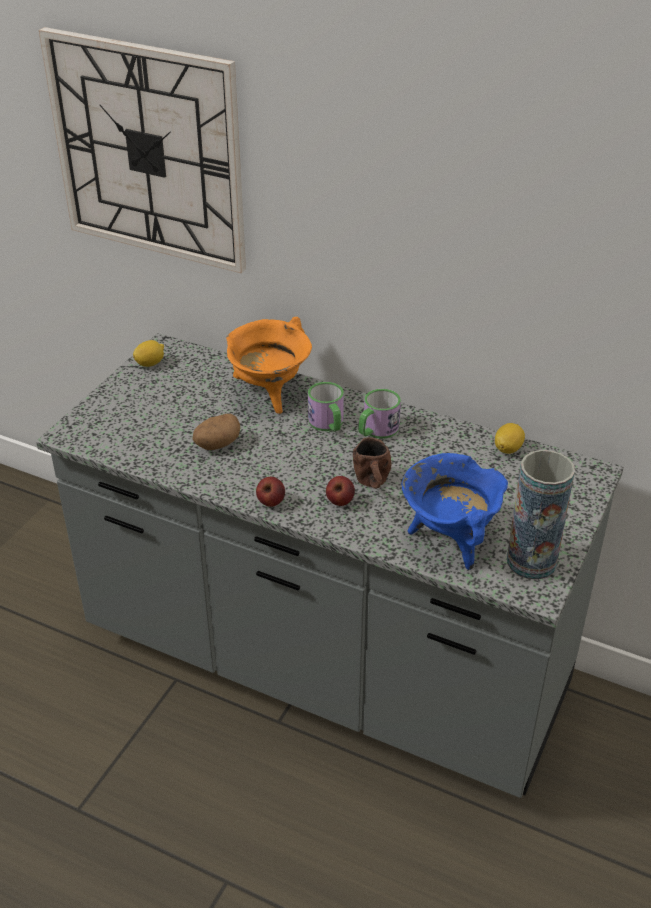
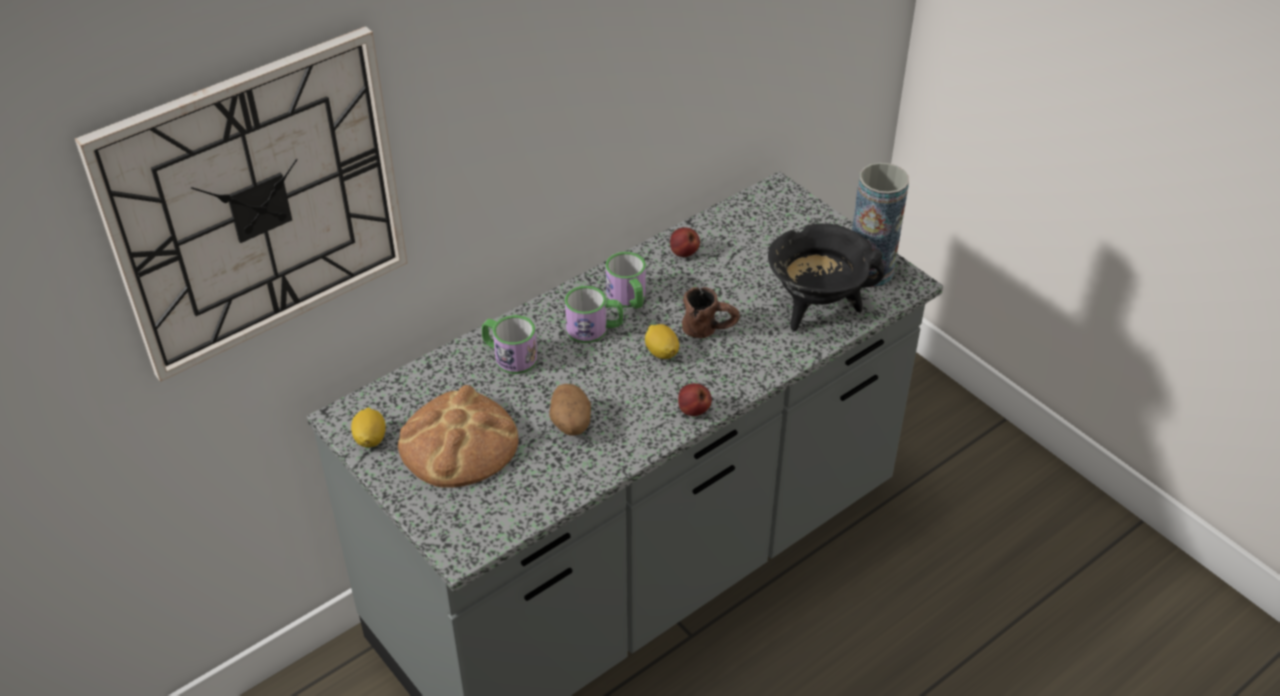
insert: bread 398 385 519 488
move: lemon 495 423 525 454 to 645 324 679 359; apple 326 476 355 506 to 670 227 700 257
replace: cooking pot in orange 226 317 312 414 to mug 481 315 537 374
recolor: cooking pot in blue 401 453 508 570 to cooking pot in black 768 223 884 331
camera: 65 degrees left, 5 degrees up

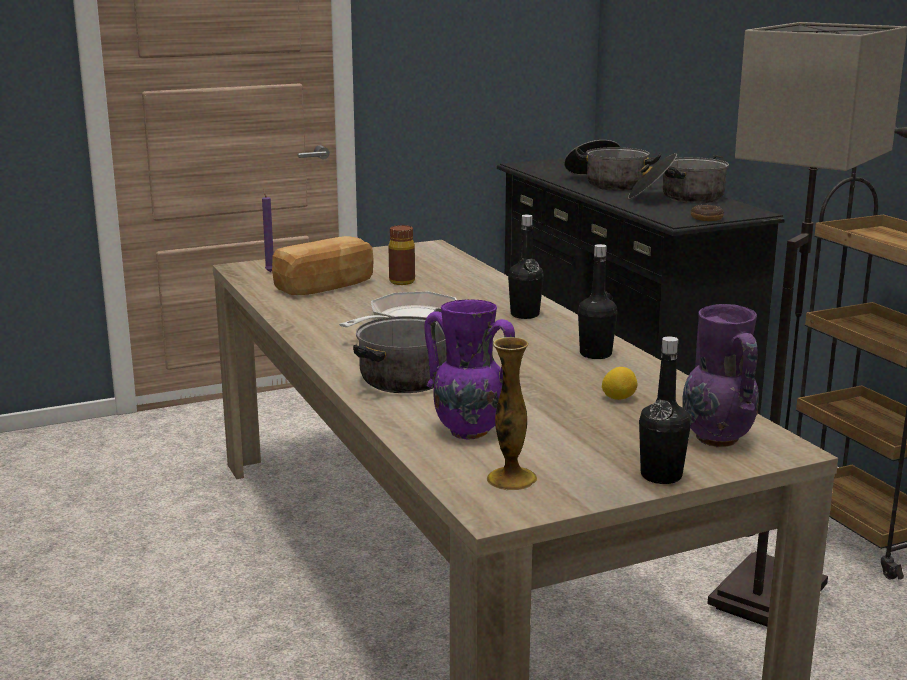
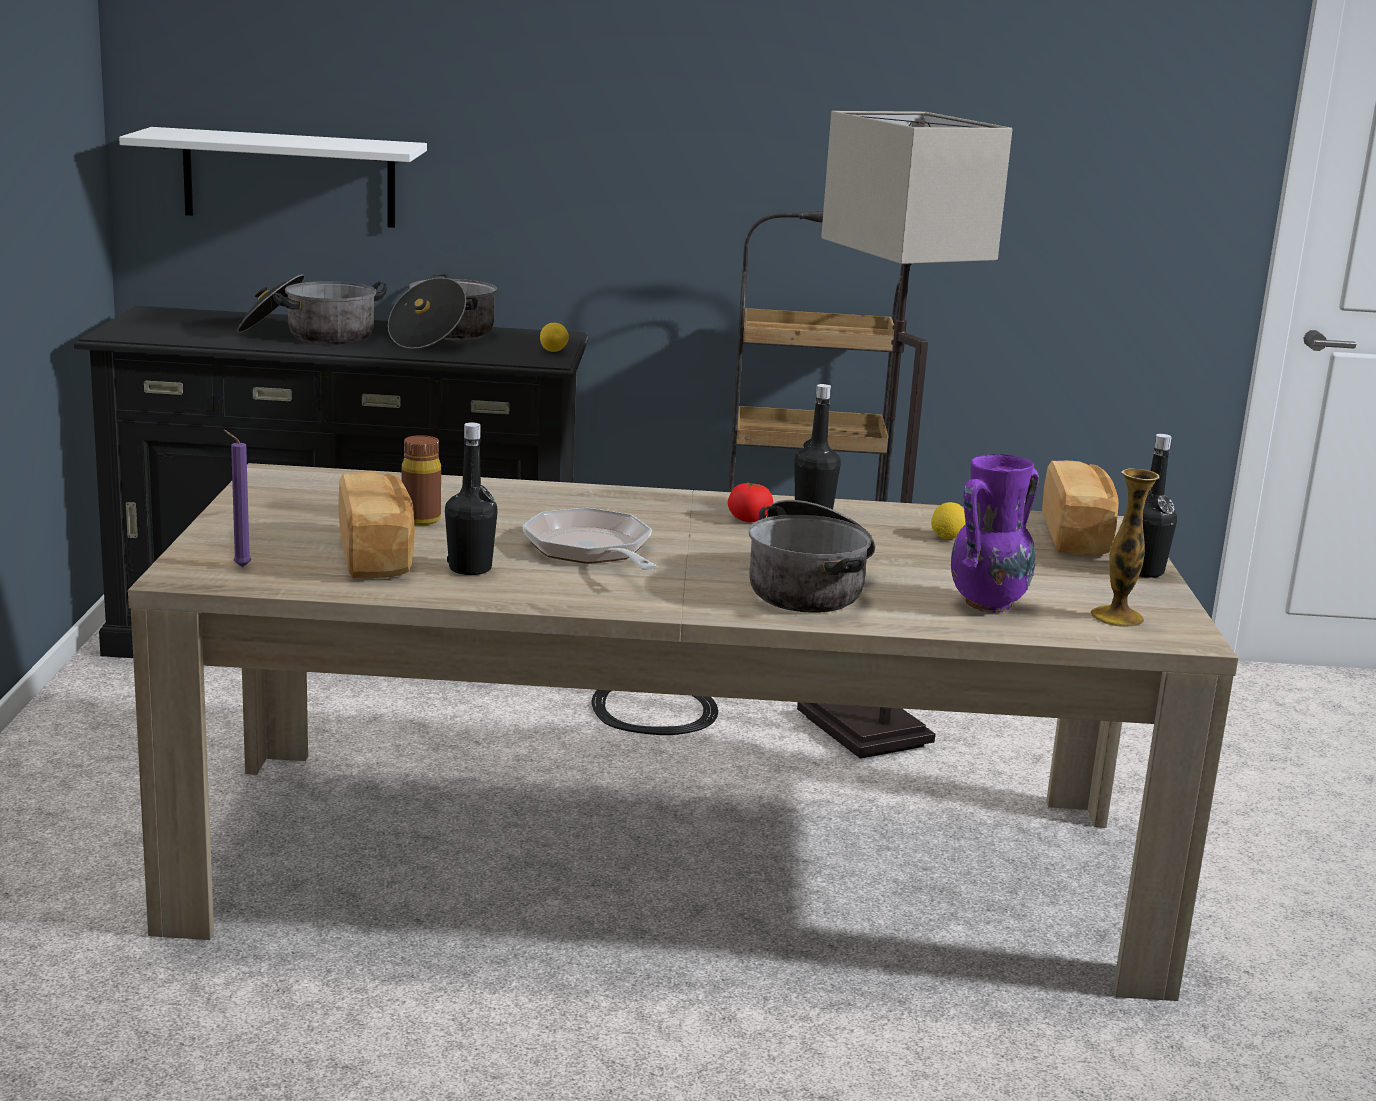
insert: shelf in white 119 127 427 228; tomato 728 482 773 522
move: bottle in black 508 215 544 319 to 445 422 498 575
replace: donut 691 205 724 221 to lemon 540 323 569 352; vase in purple 682 304 759 447 to bread 1042 461 1119 555
camera: 65 degrees left, 0 degrees up

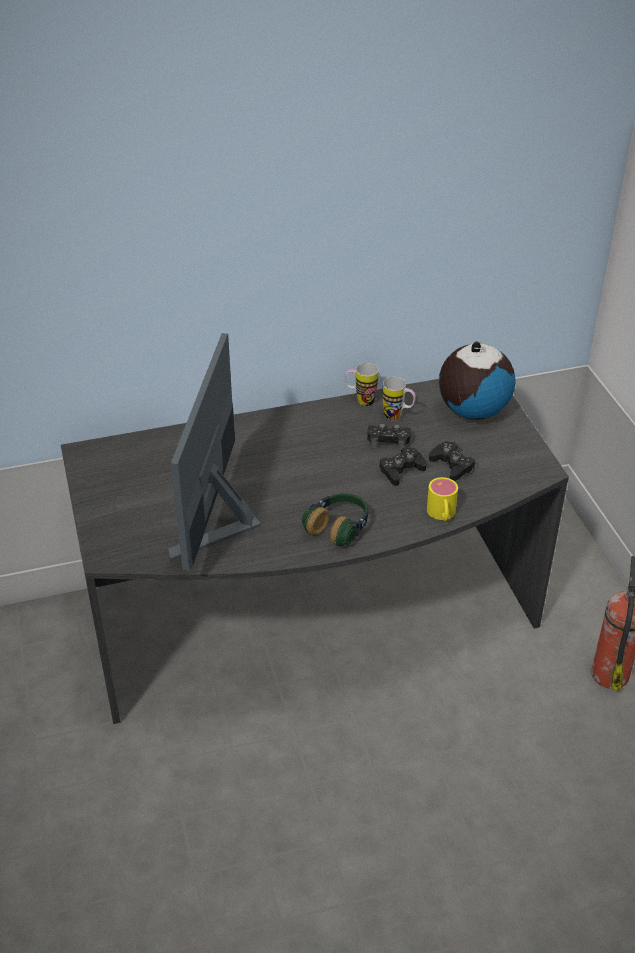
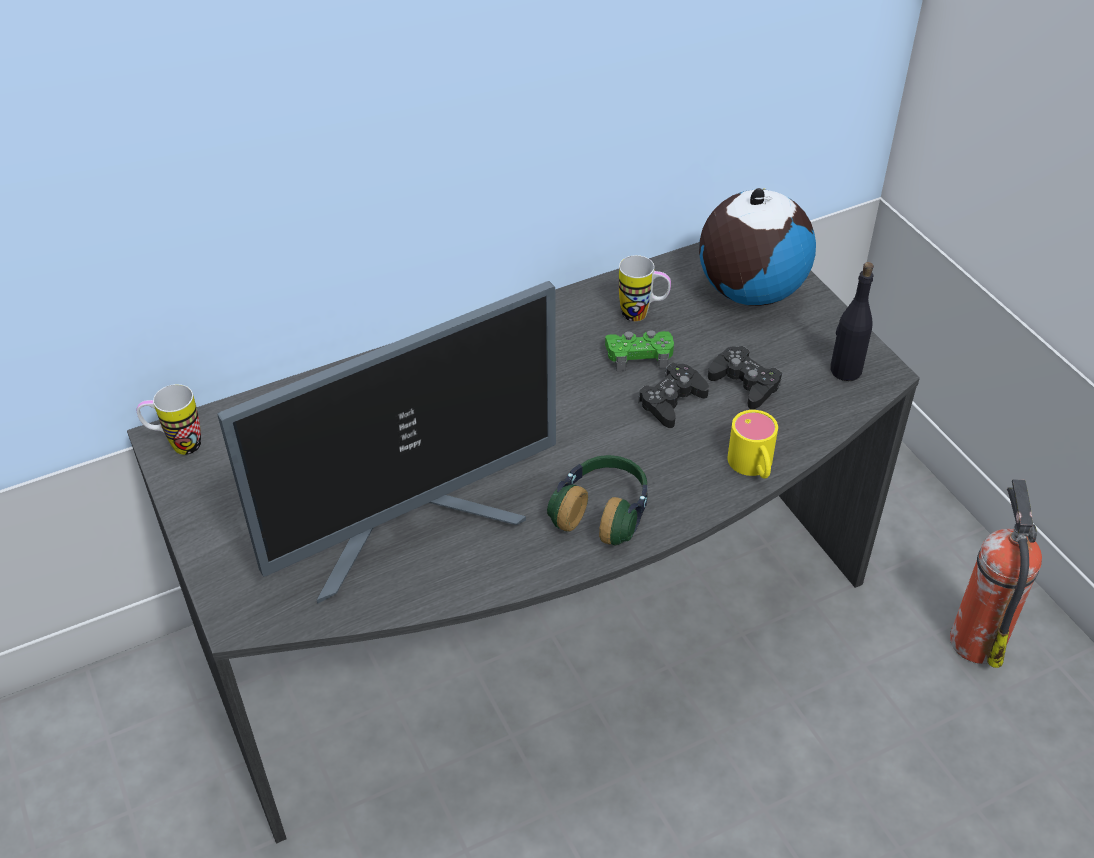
insert: bottle in black 830 262 874 381
move: mug 344 363 379 406 to 137 384 201 455
recolor: game controller in black 367 424 411 450 to game controller in green 605 330 674 371
rotate: monitor 168 333 261 571 = 217 281 556 604 120 degrees counterclockwise
camera: 10 degrees left, 5 degrees up

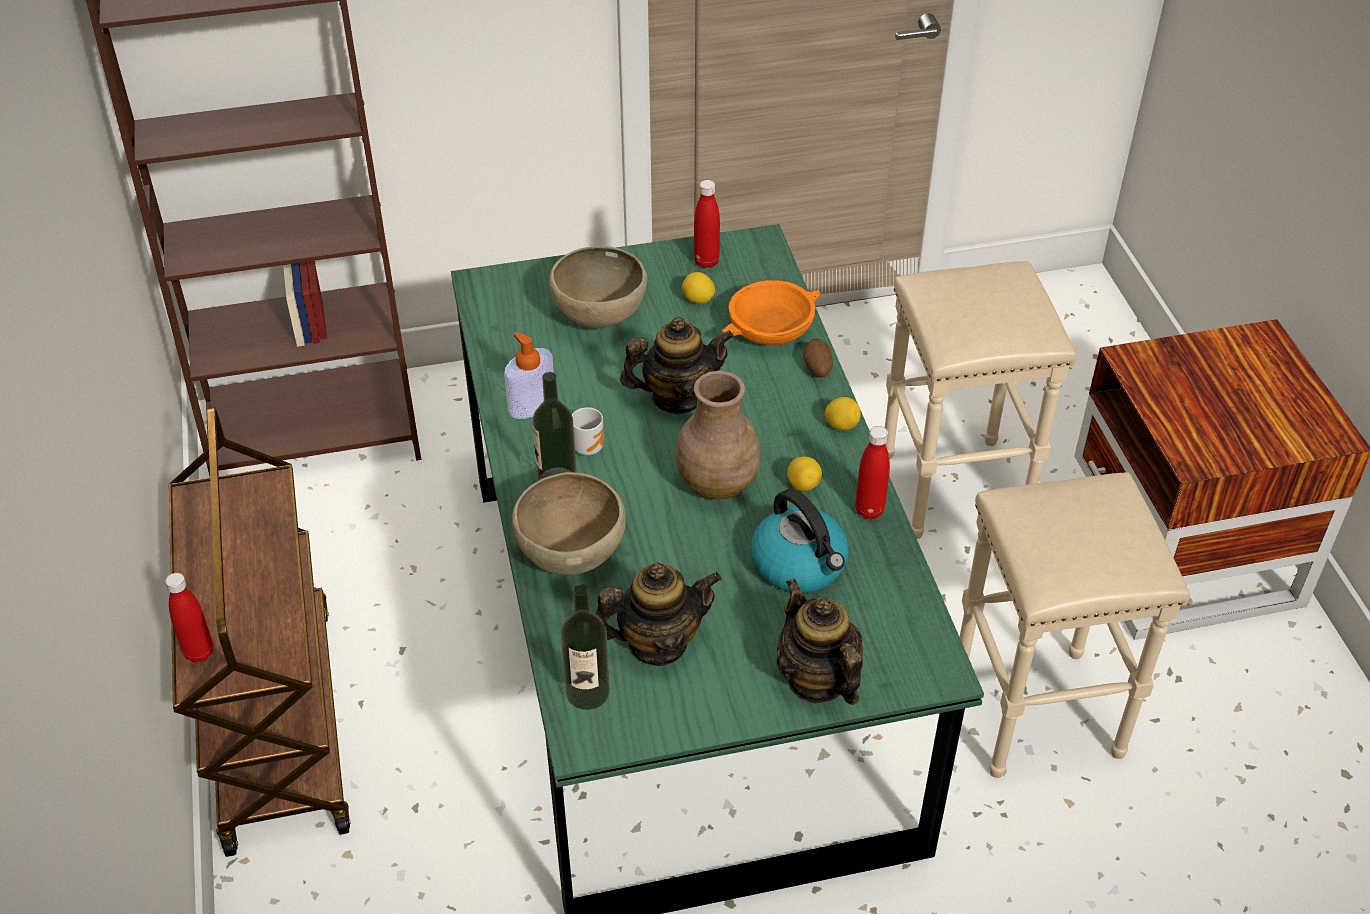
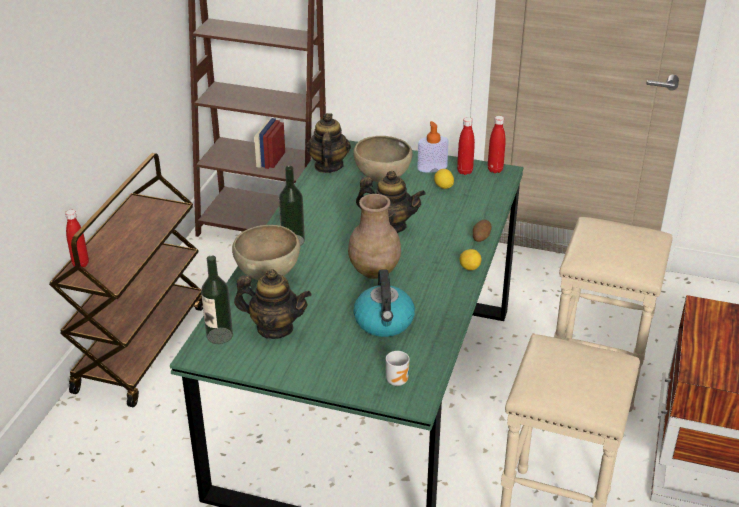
delete: bowl in orange 721 280 821 345; lemon 787 457 822 491
move: teapot 777 579 863 705 to 306 113 351 173; mug 572 407 604 456 to 386 351 409 386; soap dispenser 504 332 554 419 to 417 121 449 173; bottle in red 855 426 890 519 to 488 116 506 173
camera: 30 degrees right, 10 degrees down

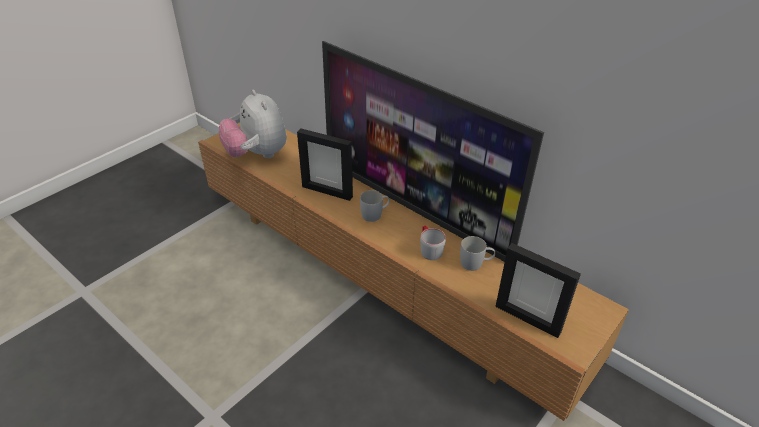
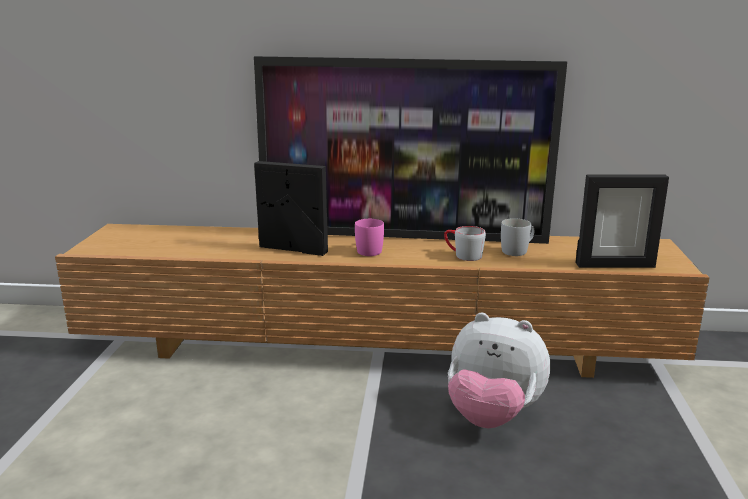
move: plush toy 219 90 287 159 to 448 313 550 428
recolor: mug in white 360 190 390 222 to mug in pink 355 219 384 256
rotate: picture frame 297 128 353 201 = 254 161 328 256 150 degrees counterclockwise
camera: 35 degrees left, 20 degrees down

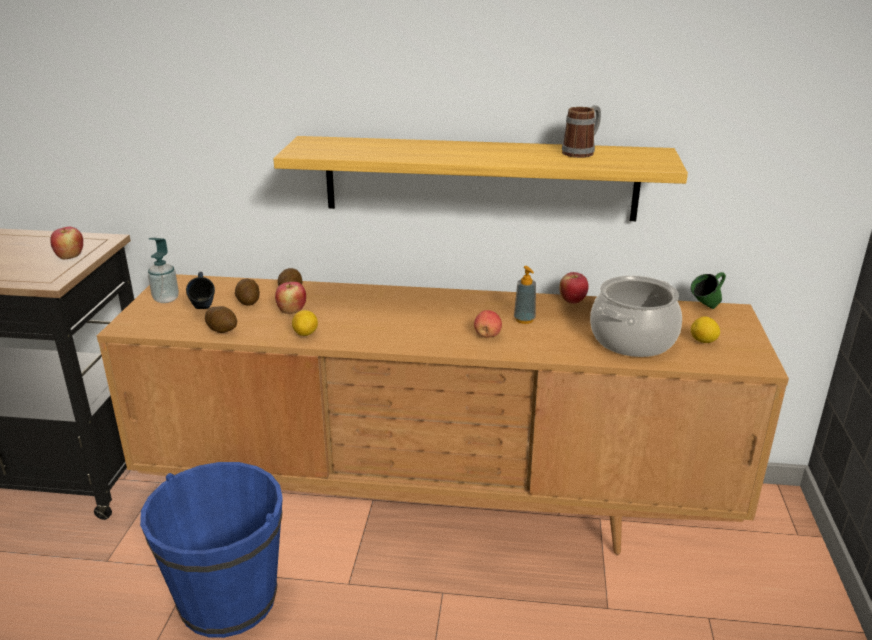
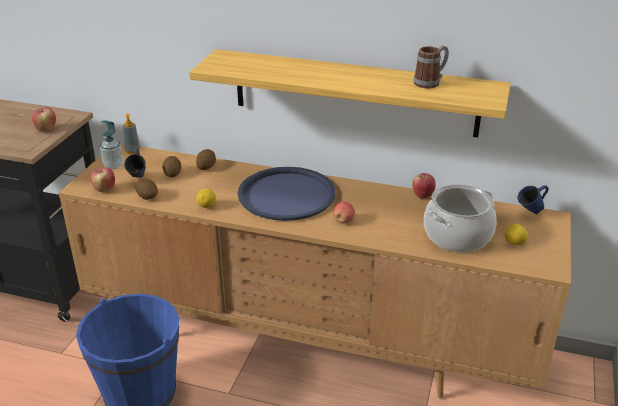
insert: tray in blue 238 167 335 221
move: apple 275 282 306 314 to 90 167 115 192; soap dispenser 514 266 536 324 to 122 114 140 154
recolor: mug in green 691 272 726 309 to mug in blue 517 185 549 214
camera: 10 degrees right, 5 degrees up

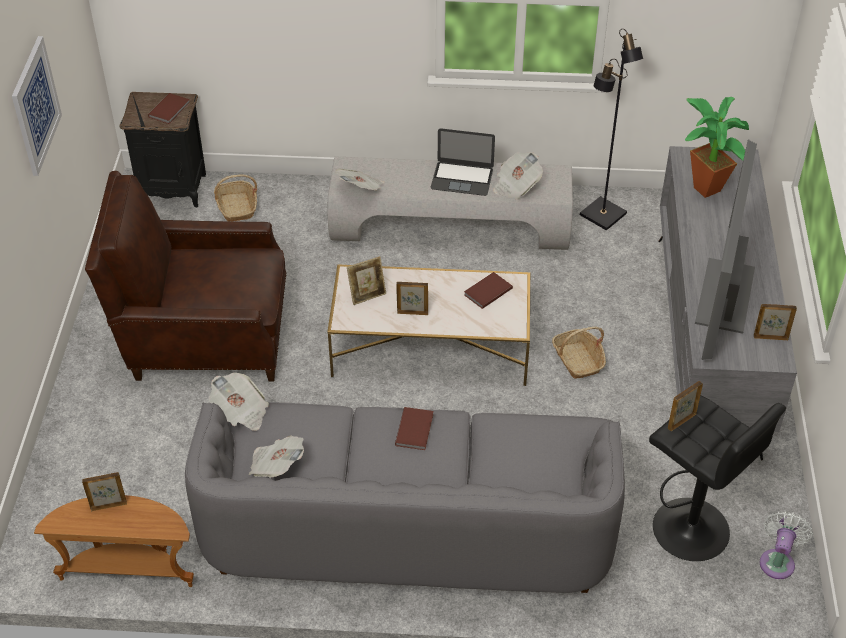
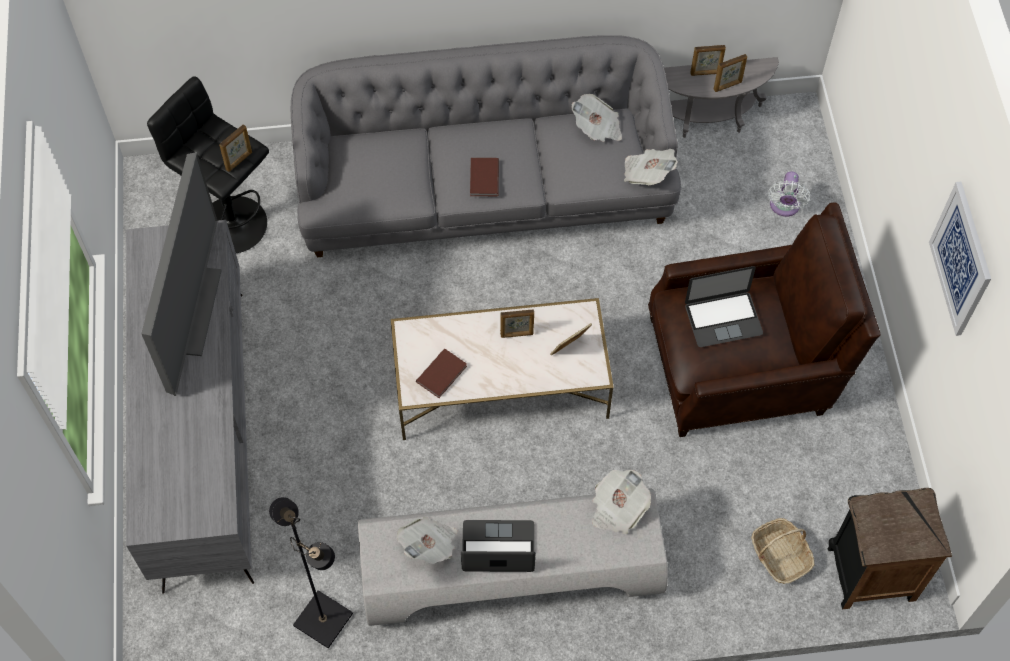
delete: book in brown 148 93 190 124; basket 552 327 606 379; potted plant 685 97 749 198
insert: laptop 685 266 763 347
move: picture frame 754 304 797 340 to 690 45 726 76; fan in white 760 511 813 579 to 768 172 810 217
recolor: side table in brown 34 495 194 587 to side table in grey 664 57 779 138
camera: 170 degrees right, 15 degrees up

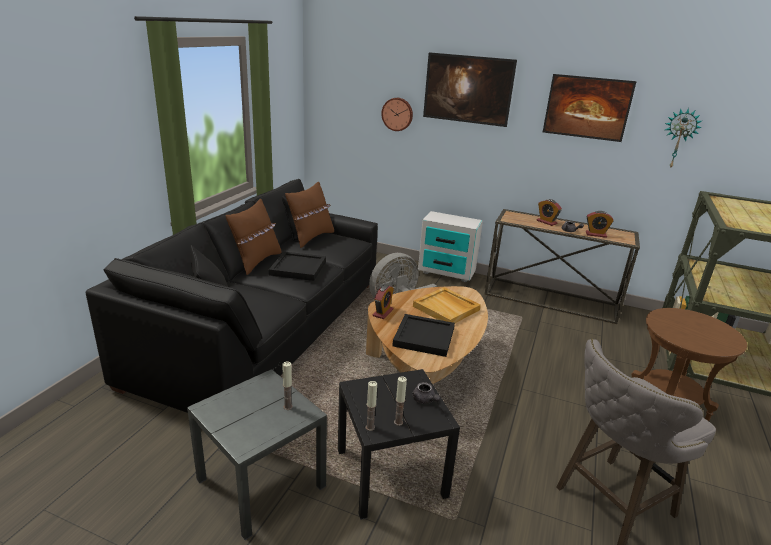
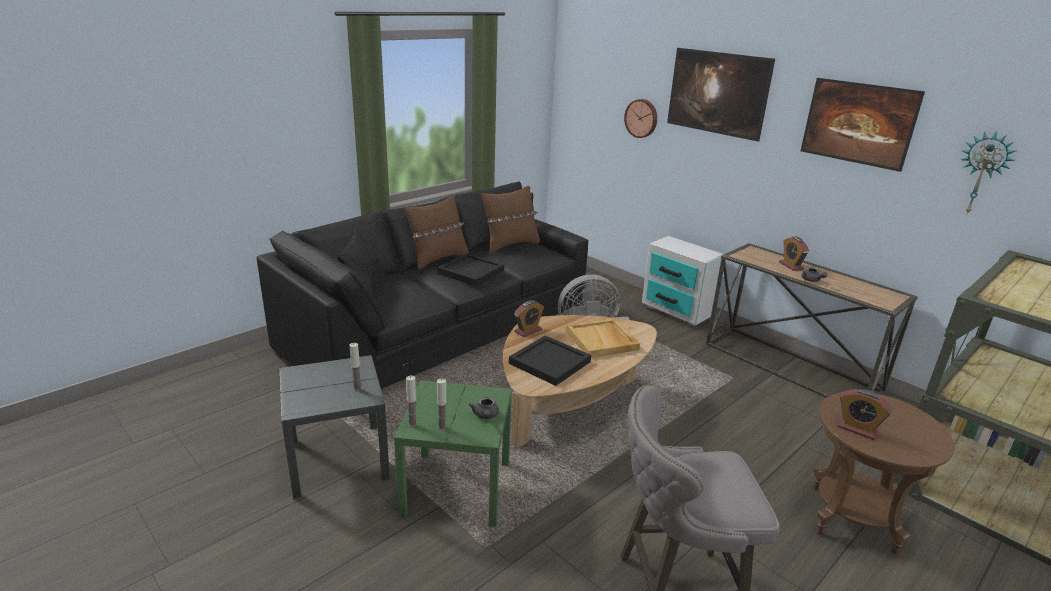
move: alarm clock 586 211 614 238 to 837 389 892 440
recolor: side table in black 338 369 460 520 to side table in green 394 380 512 527
camera: 25 degrees right, 0 degrees up

